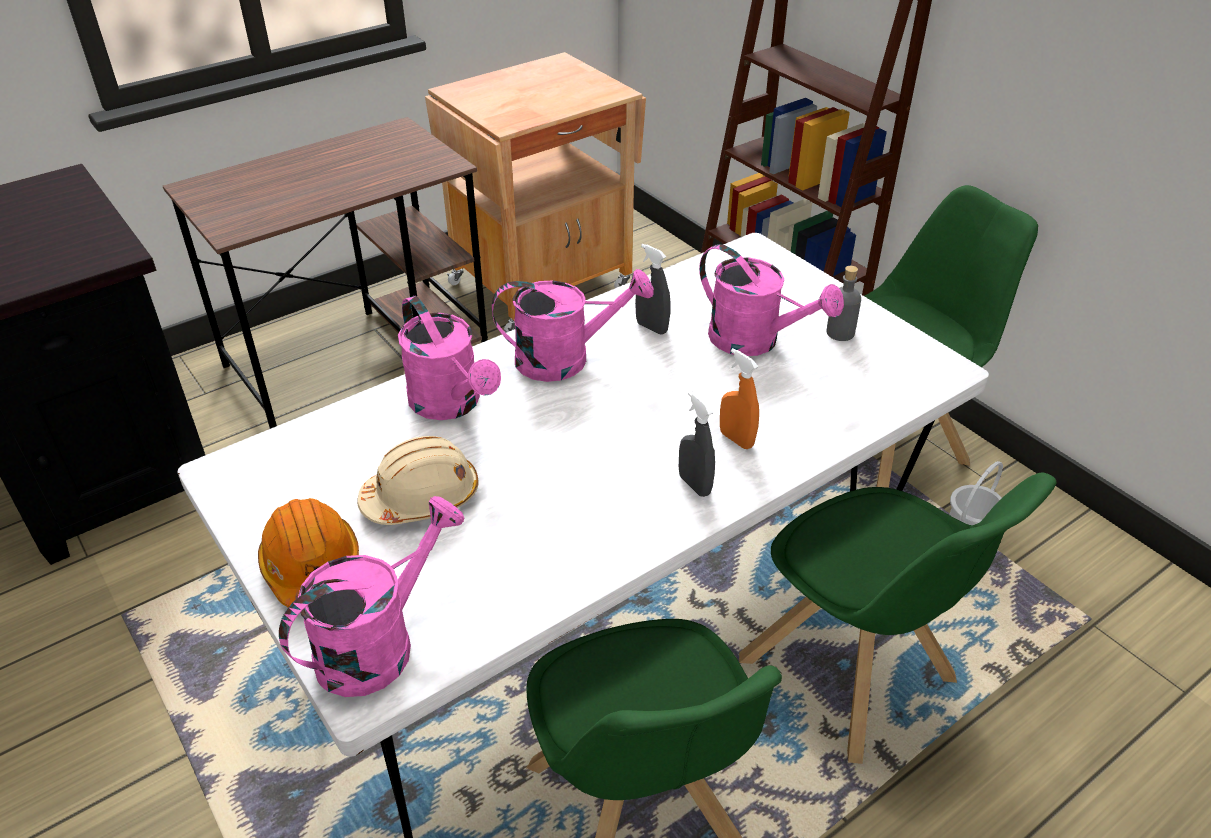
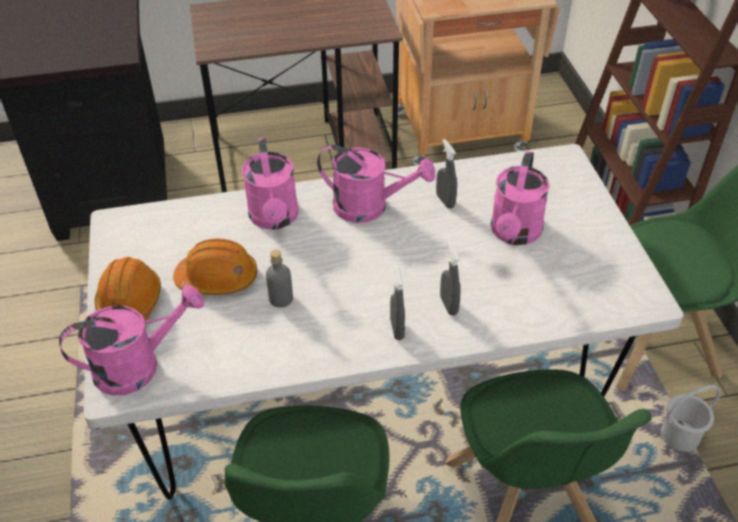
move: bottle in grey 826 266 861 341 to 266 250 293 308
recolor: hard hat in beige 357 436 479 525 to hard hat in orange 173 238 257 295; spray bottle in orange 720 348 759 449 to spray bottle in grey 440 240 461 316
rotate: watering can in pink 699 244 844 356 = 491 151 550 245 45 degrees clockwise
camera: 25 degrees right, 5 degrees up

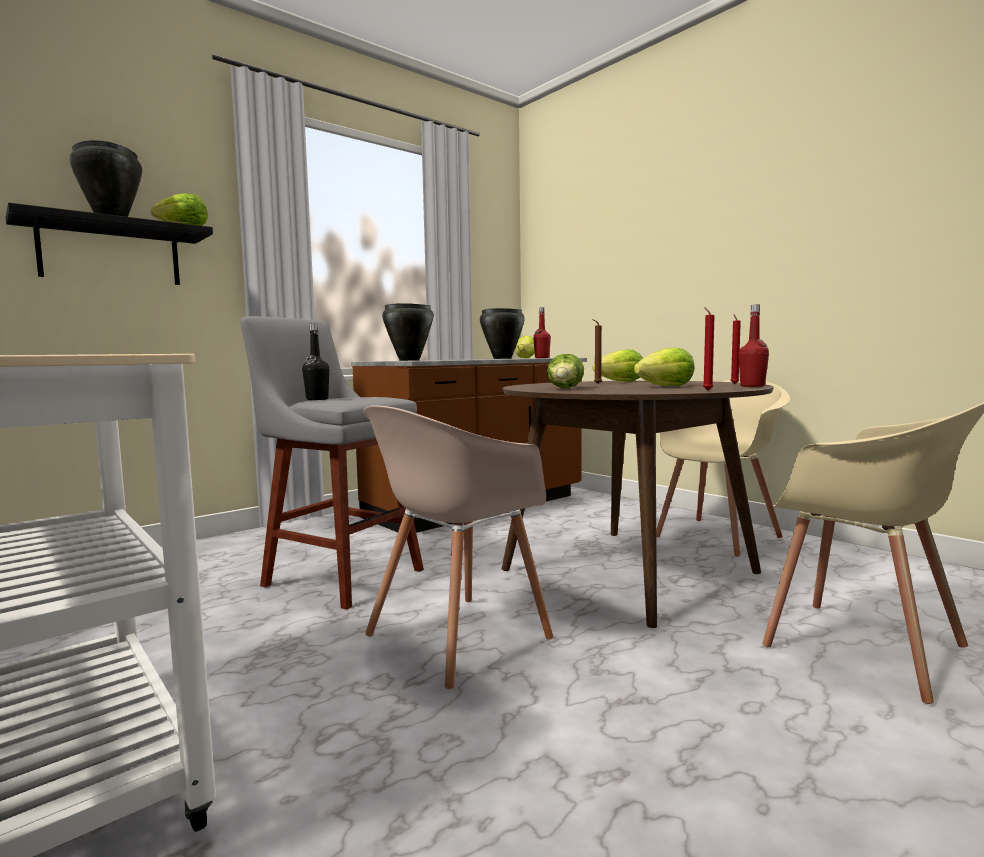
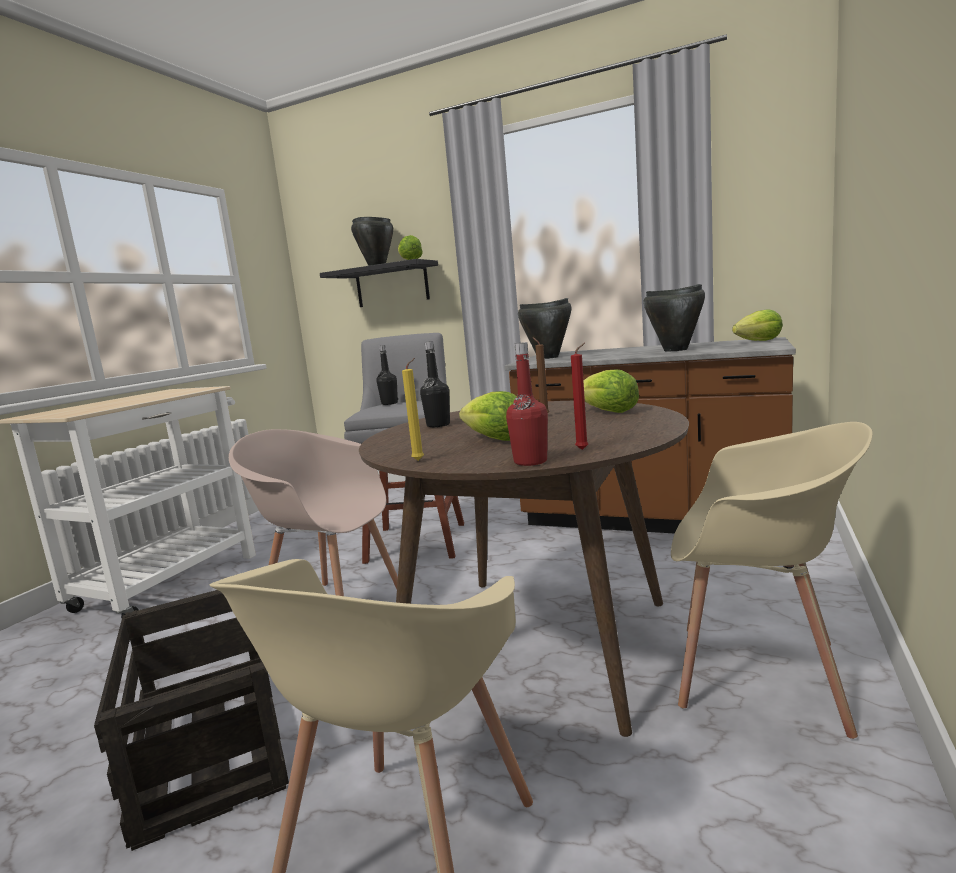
delete: bottle in red 533 307 551 358
insert: crate 94 590 289 851
replace: lettuce 547 354 584 388 to bottle in black 420 341 450 427
recolor: candle in red 703 307 715 390 to candle in yellow 402 358 424 461
camera: 65 degrees right, 5 degrees up

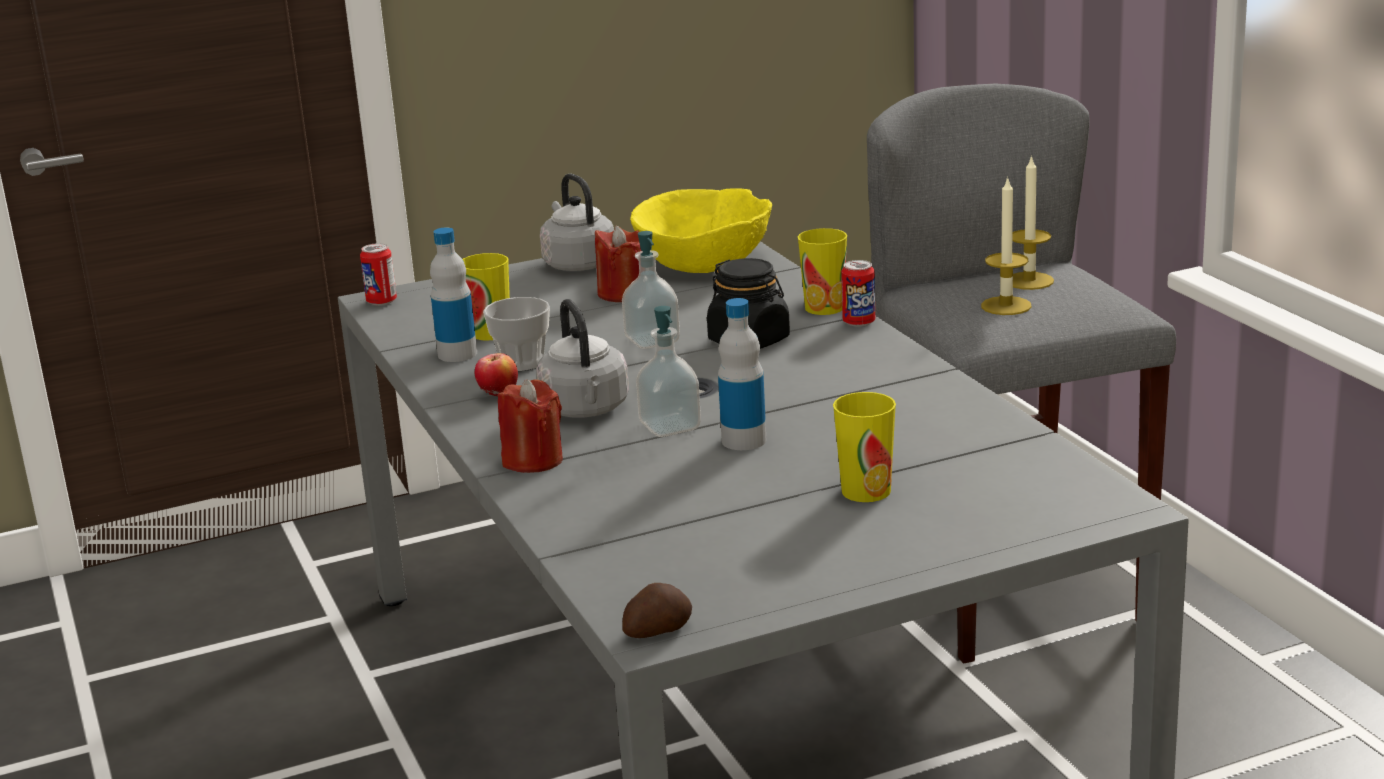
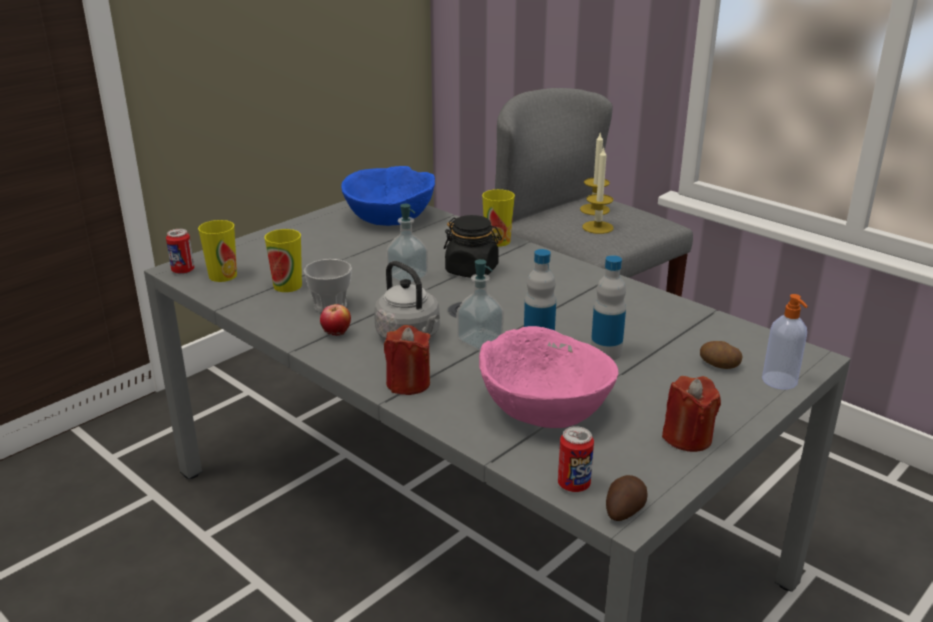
delete: kettle in grey 540 173 614 271
insert: bowl in pink 479 326 618 428; potato 700 341 742 369; soap dispenser 762 294 808 389
move: cup 833 392 896 502 to 198 220 237 282; can 841 260 875 327 to 558 426 594 492; bottle 430 228 477 362 to 591 255 626 360; candle in red 595 226 641 302 to 662 376 721 452
recolor: bowl in yellow 630 188 772 273 to bowl in blue 341 166 435 226
camera: 25 degrees left, 5 degrees up

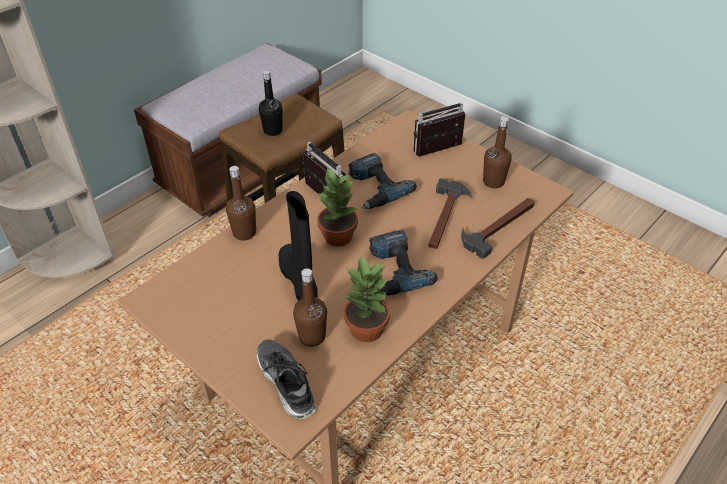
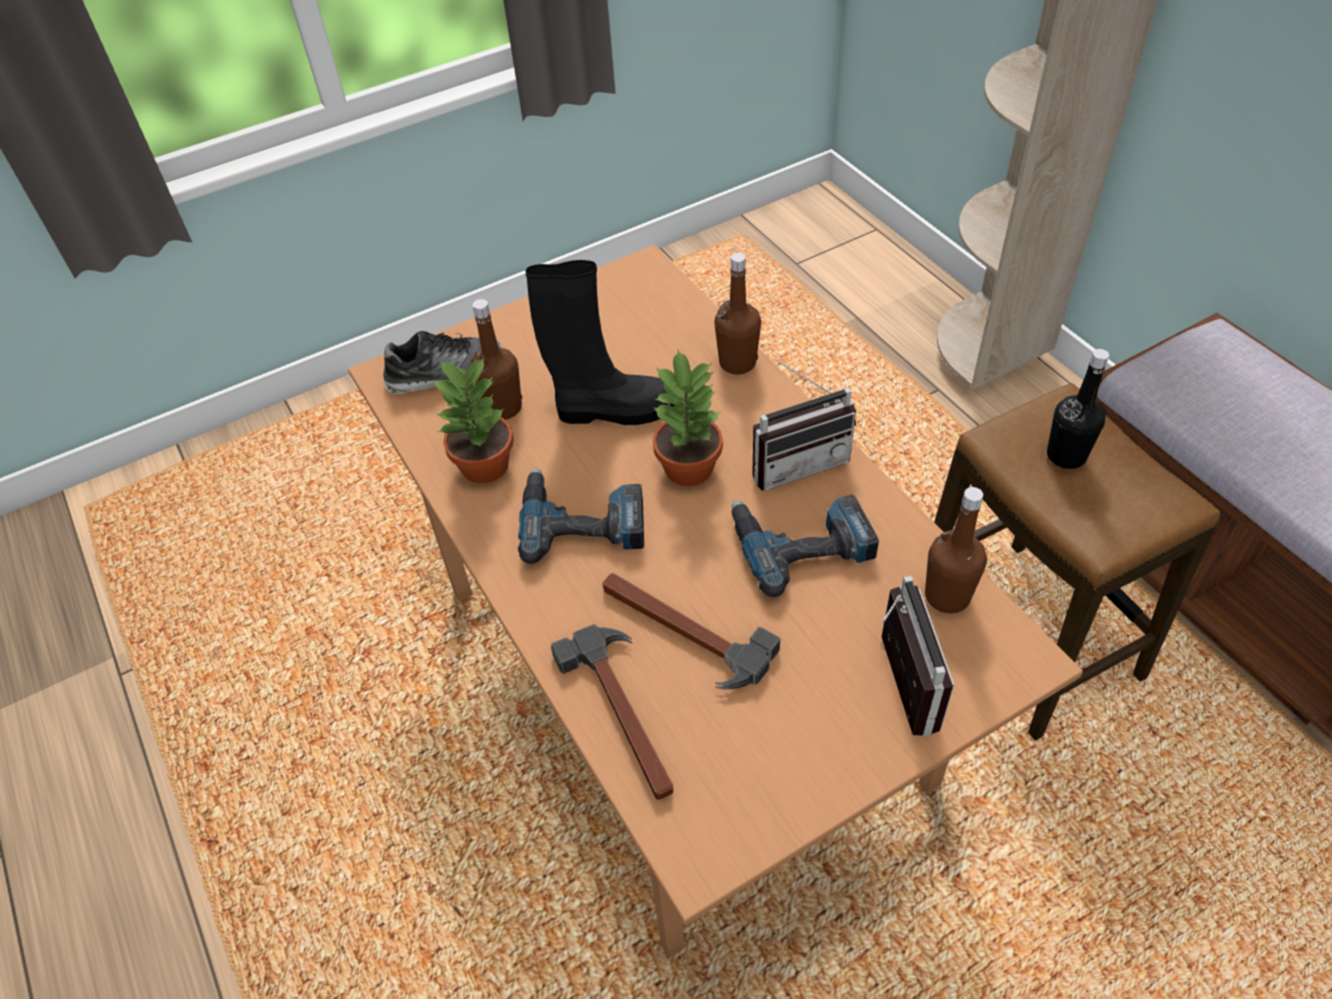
move: bottle in brown 483 116 512 189 to 925 487 987 614
camera: 110 degrees right, 5 degrees up

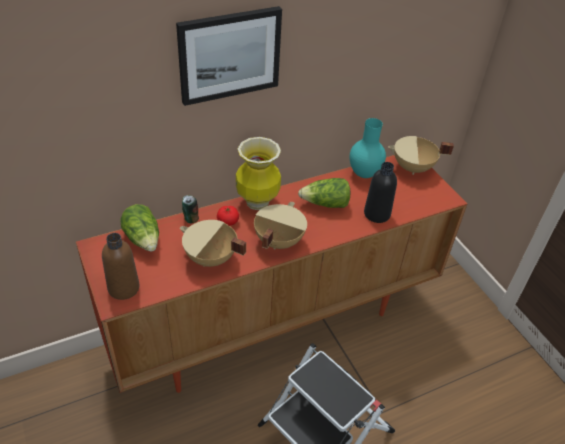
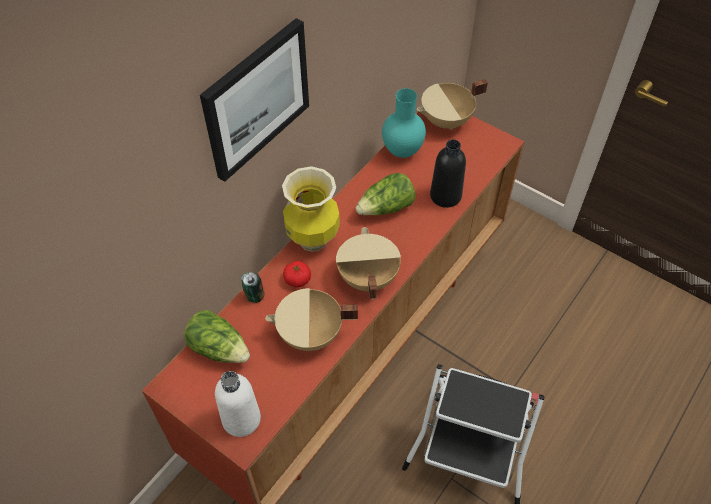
recolor: bottle in brown 102 233 140 300 to bottle in white 215 371 261 437
camera: 25 degrees left, 10 degrees up

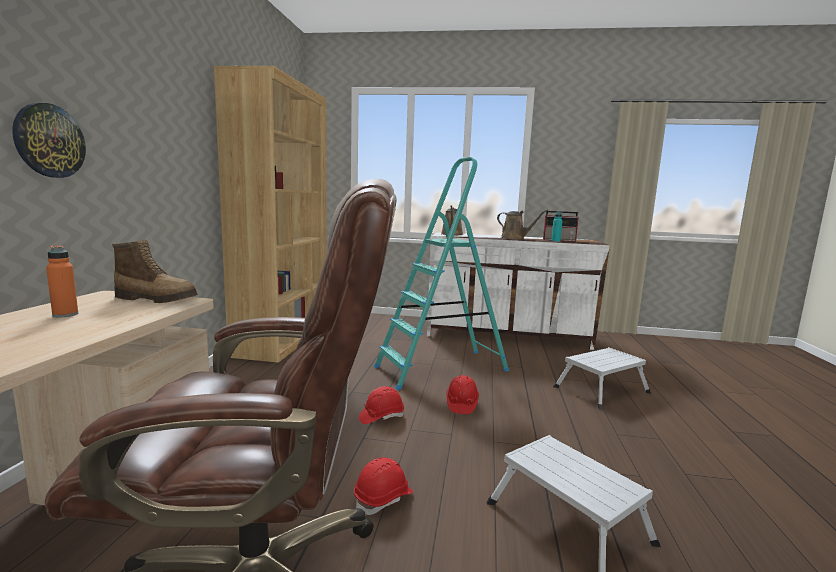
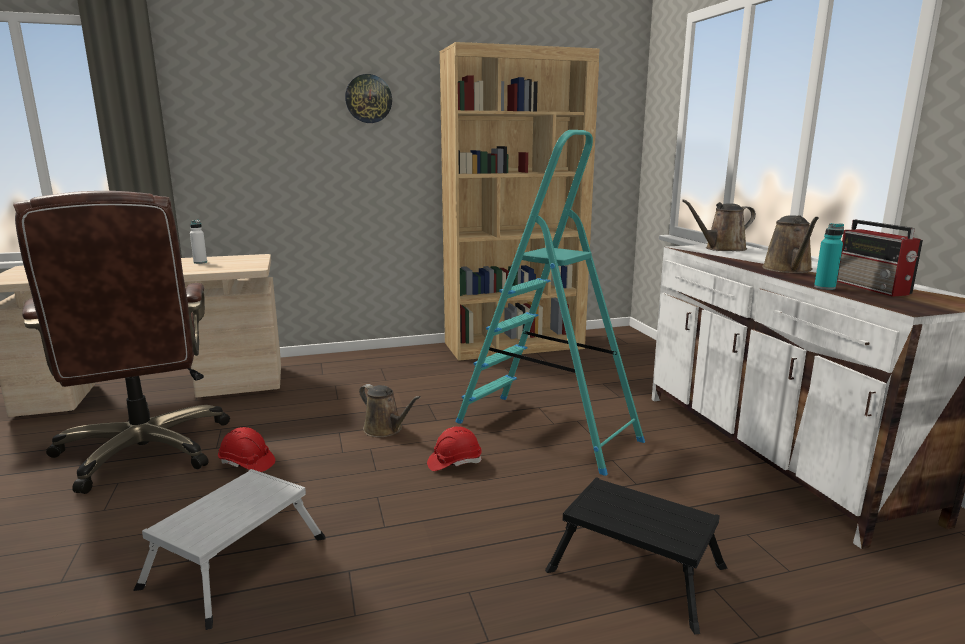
delete: boot 112 240 198 303
move: wall clock 12 103 86 178 to 345 74 392 123
replace: hard hat in red 359 386 404 424 to watering can in brown 359 384 421 437
recolor: bottle in orange 46 245 78 317 to bottle in white 190 220 207 264; step ladder in white 553 347 651 410 to step ladder in black 545 477 728 635
camera: 65 degrees right, 5 degrees up

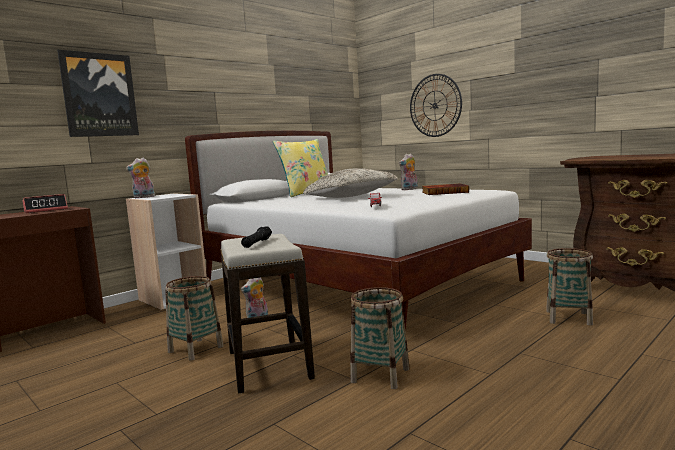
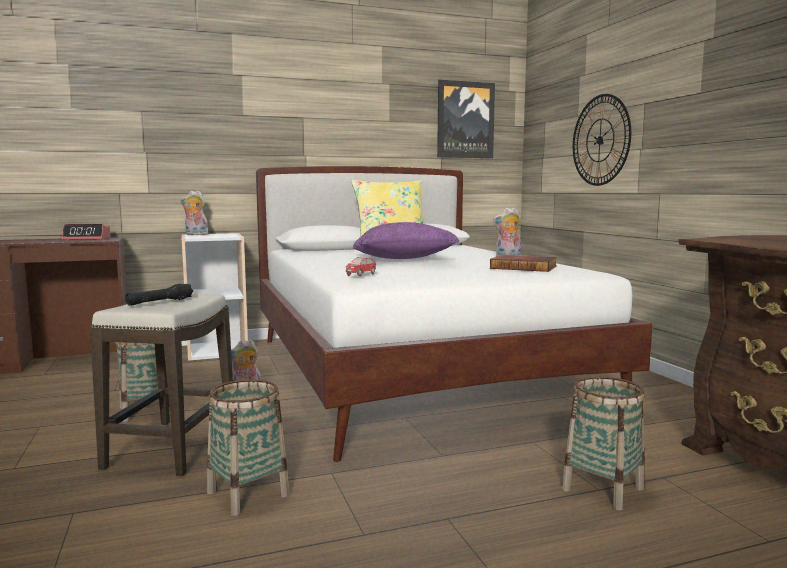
move: picture 57 50 139 137 to 437 80 495 158
recolor: pillow in beige 303 168 398 198 to pillow in purple 353 222 459 259
camera: 25 degrees right, 0 degrees up

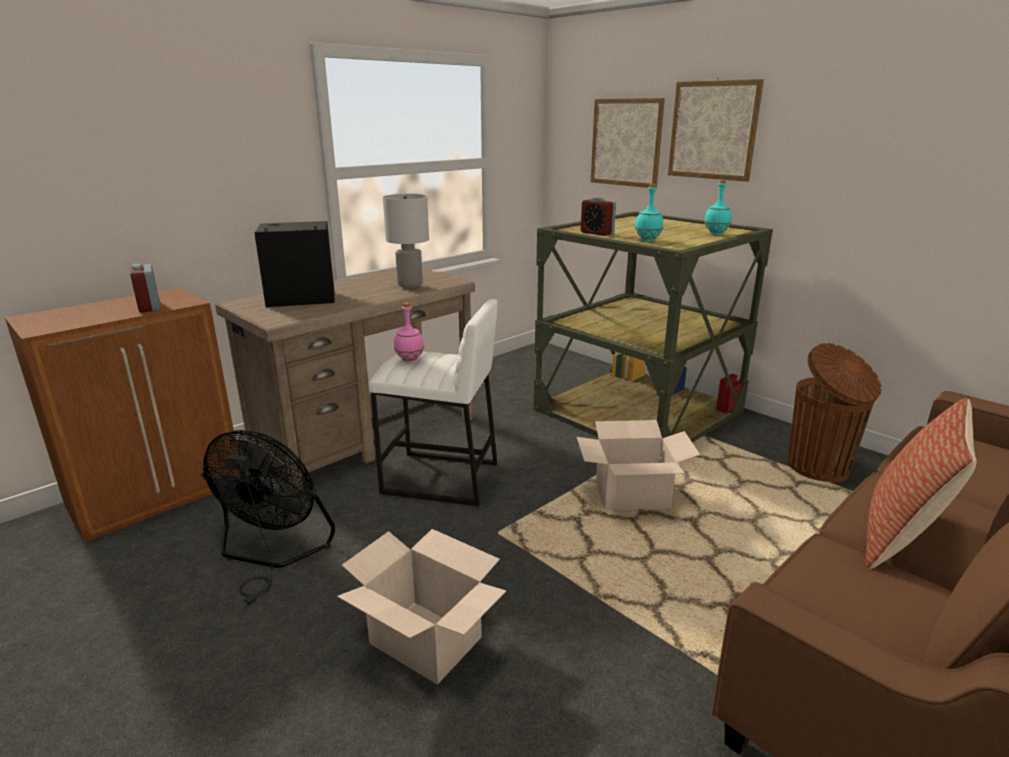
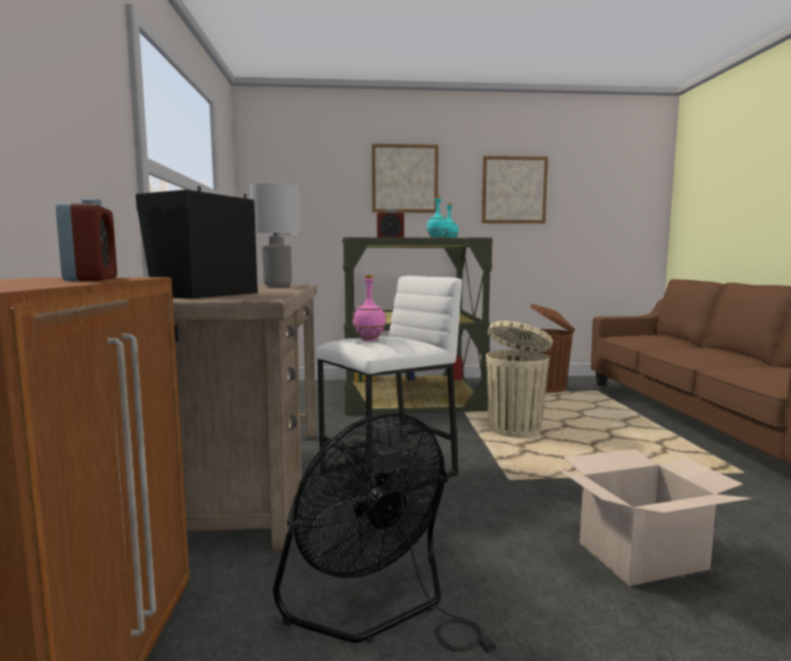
delete: pillow 866 398 977 569
move: picture 591 97 665 188 to 482 155 548 224
replace: cardboard box 577 420 700 510 to trash can in beige 486 321 553 438
rotate: alarm clock 130 263 160 313 = 56 198 117 281 120 degrees counterclockwise
camera: 50 degrees left, 15 degrees down

